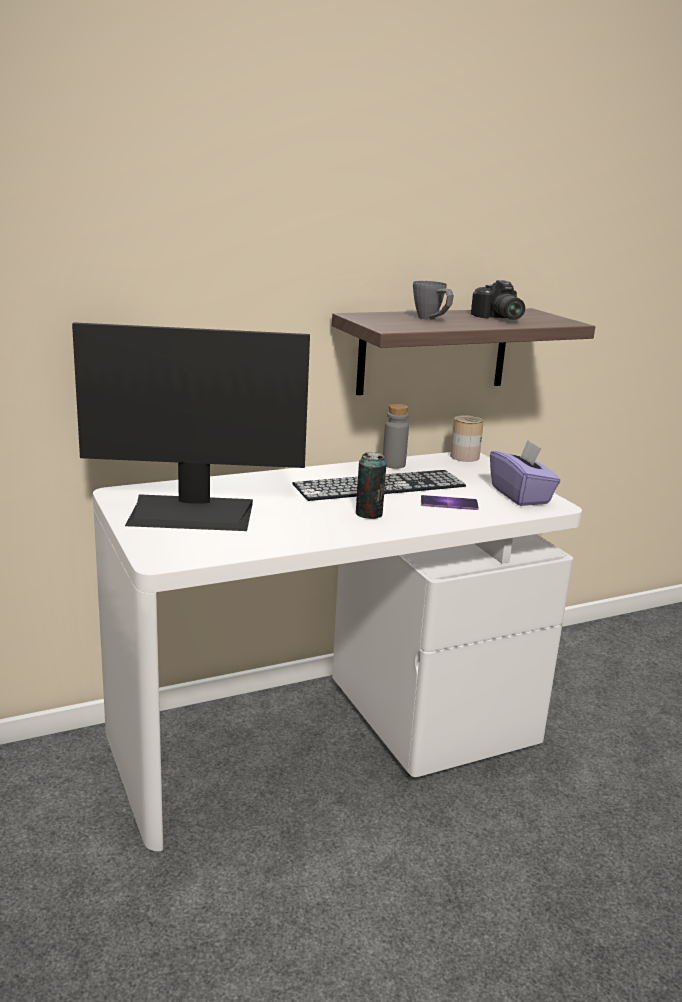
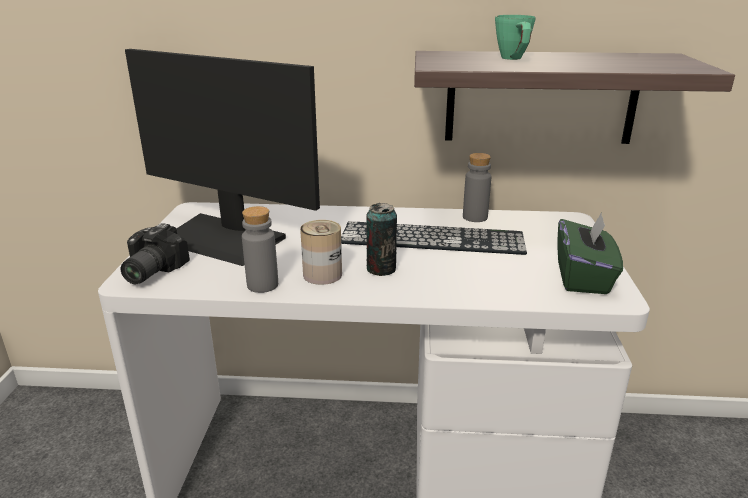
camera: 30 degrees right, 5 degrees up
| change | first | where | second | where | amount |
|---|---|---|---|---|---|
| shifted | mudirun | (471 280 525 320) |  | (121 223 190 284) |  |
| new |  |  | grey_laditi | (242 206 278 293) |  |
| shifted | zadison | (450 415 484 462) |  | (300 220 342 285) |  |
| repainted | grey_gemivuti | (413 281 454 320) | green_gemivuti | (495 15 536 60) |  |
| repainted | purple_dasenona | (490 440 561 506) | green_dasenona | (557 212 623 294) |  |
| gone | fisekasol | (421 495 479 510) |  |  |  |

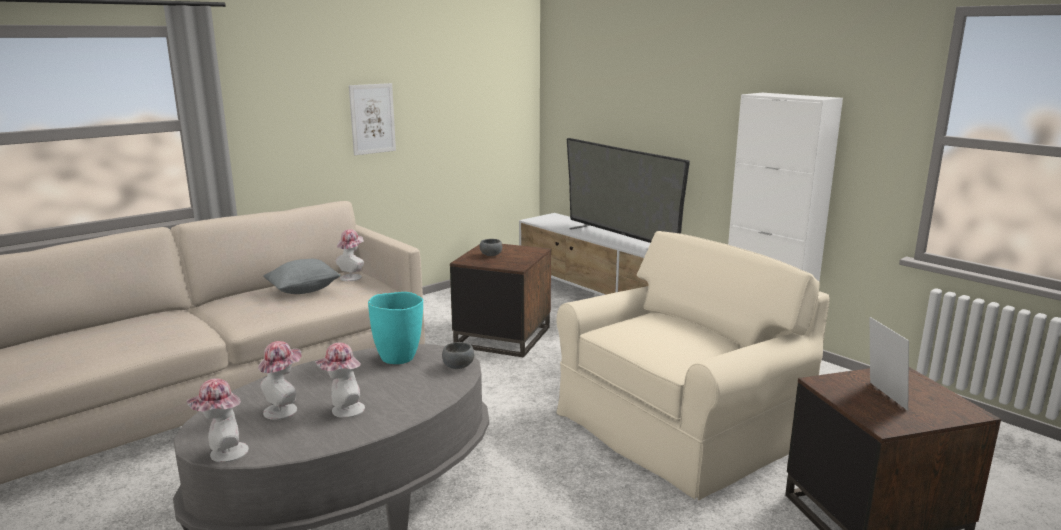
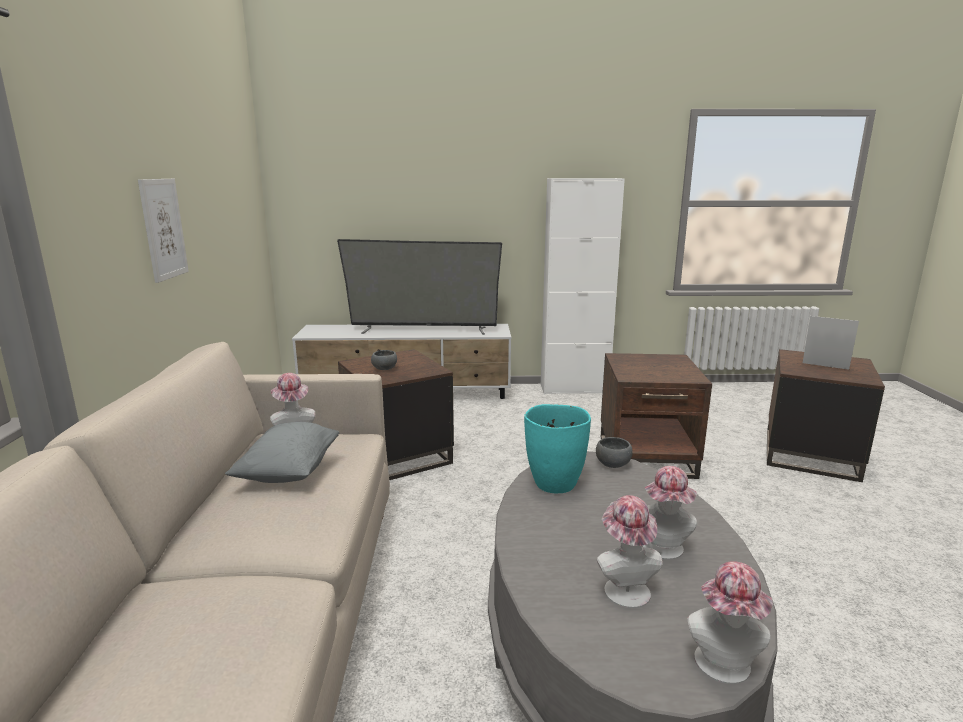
camera: 50 degrees left, 0 degrees up
| change | first | where | second | where | amount |
|---|---|---|---|---|---|
| swapped | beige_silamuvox | (556 231 830 501) | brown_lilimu | (601 353 712 479) |  |

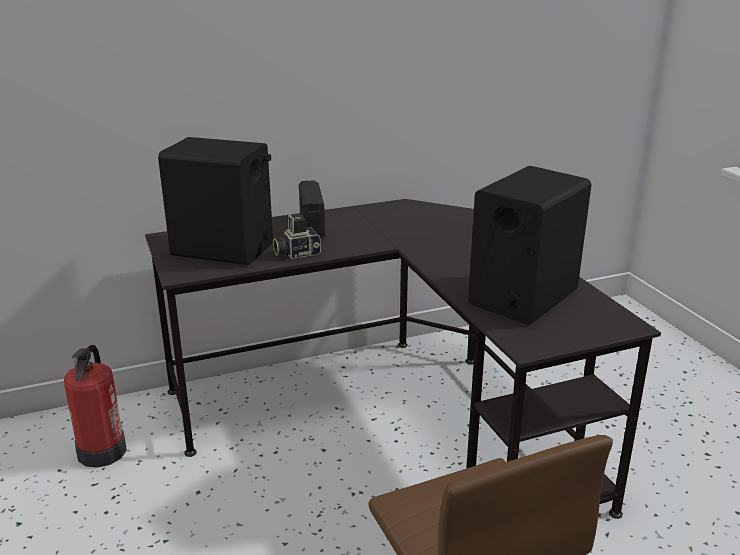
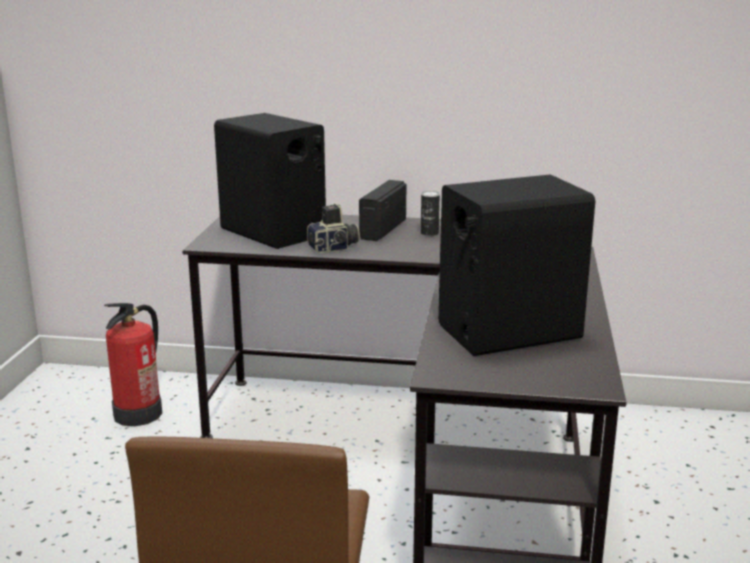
camera: 30 degrees right, 5 degrees down
| change | first | where | second | where | amount |
|---|---|---|---|---|---|
| rotated | mudirun | (273 215 321 259) |  | (307 203 360 253) | 150 degrees clockwise |
| new |  |  | zadison | (421 191 440 236) |  |

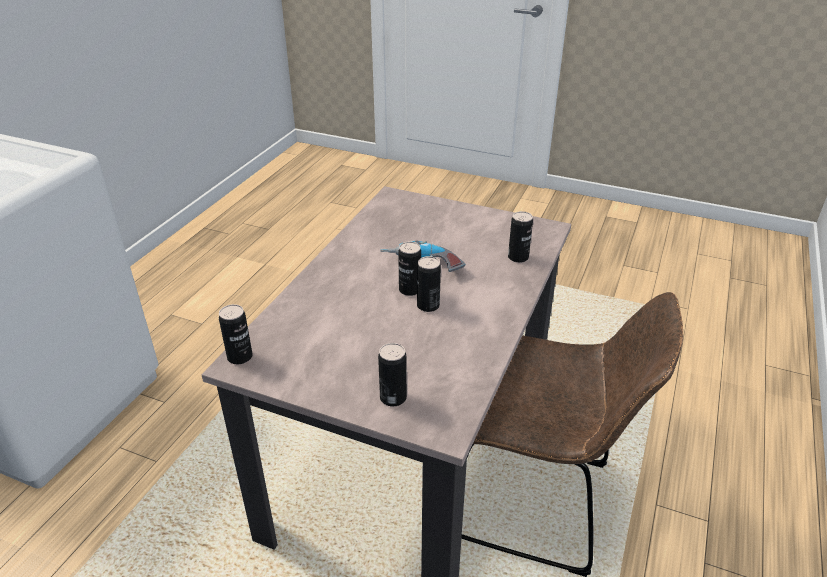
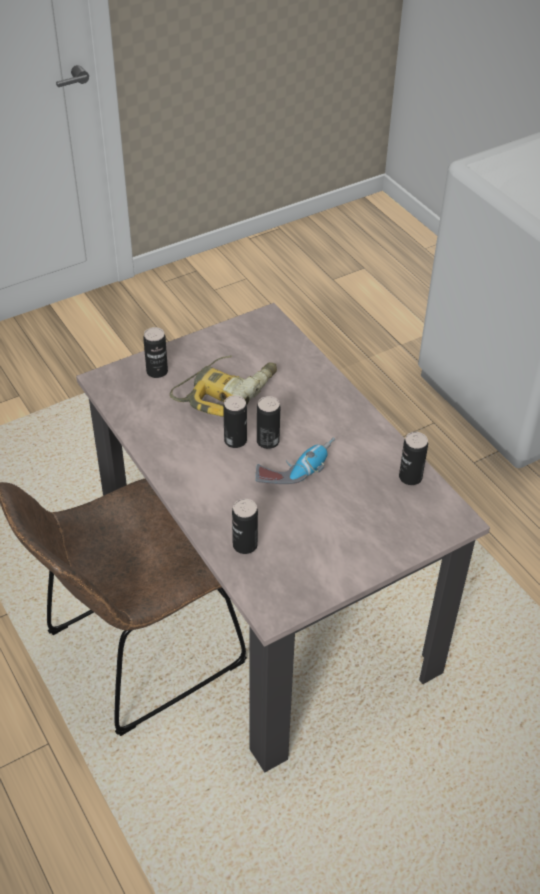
camera: 125 degrees right, 10 degrees up
| change | first | where | second | where | amount |
|---|---|---|---|---|---|
| new |  |  | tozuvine | (170 355 277 417) |  |
| shifted | zadison | (219 304 253 364) |  | (399 432 428 485) |  |

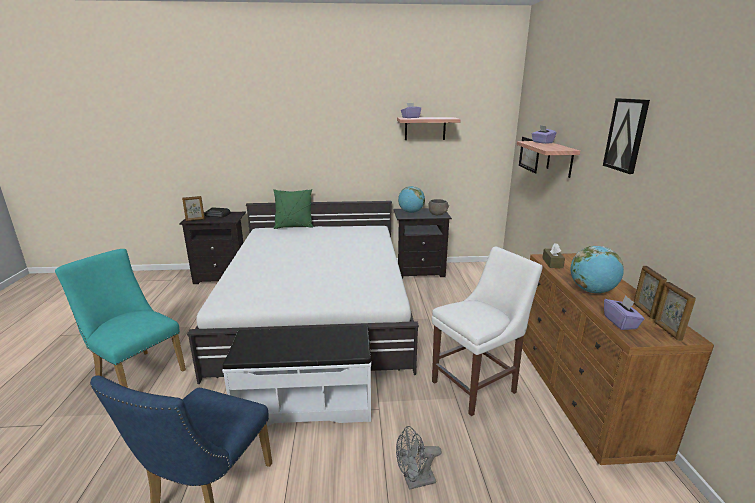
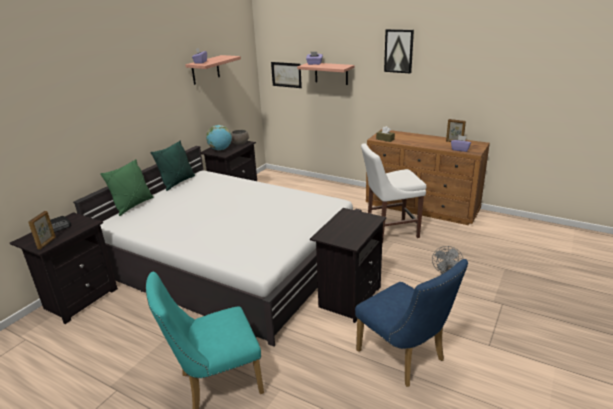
camera: 55 degrees left, 5 degrees up
| change | first | where | second | where | amount |
|---|---|---|---|---|---|
| new |  |  | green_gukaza | (151 141 195 191) |  |
| swapped | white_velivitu | (222 325 371 426) | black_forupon | (310 208 386 323) |  |
| rotated | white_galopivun | (432 246 543 416) |  | (361 143 427 244) | 105 degrees counterclockwise |
| gone | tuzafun | (571 246 624 293) |  |  |  |
| gone | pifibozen | (654 282 696 341) |  |  |  |

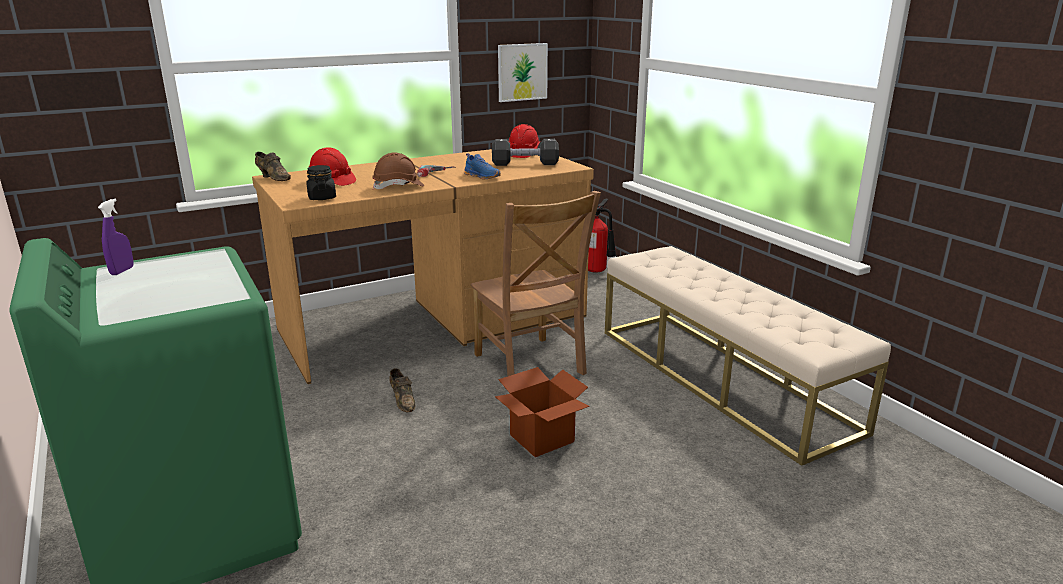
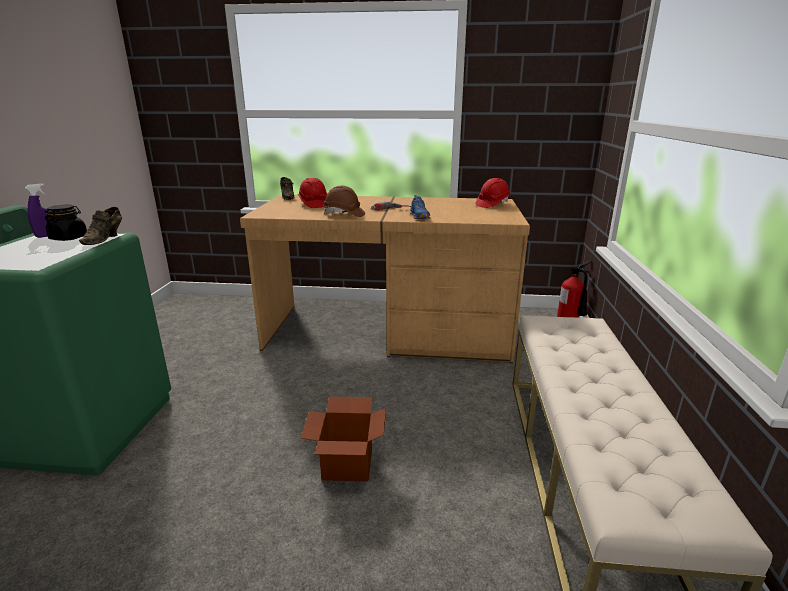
camera: 35 degrees right, 0 degrees up
| change | first | where | second | where | amount |
|---|---|---|---|---|---|
| shifted | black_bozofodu | (306 165 336 200) |  | (45 205 87 241) |  |
| shifted | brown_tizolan | (389 368 415 412) |  | (79 207 122 245) |  |
| gone | brown_galopivun | (470 191 601 377) |  |  |  |
| gone | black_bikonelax | (492 139 559 166) |  |  |  |
| gone | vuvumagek | (498 43 548 102) |  |  |  |

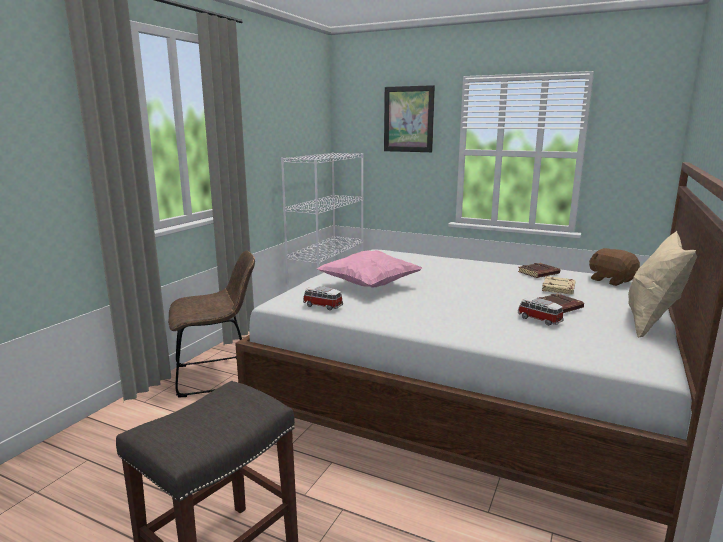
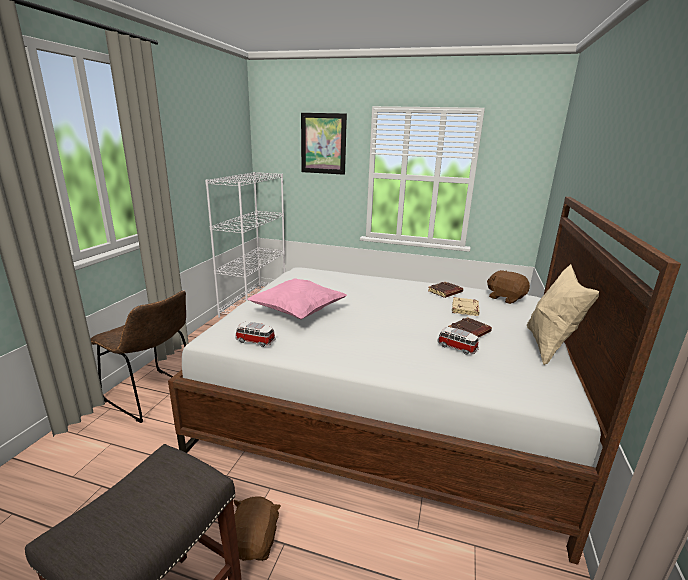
camera: 10 degrees left, 5 degrees up
| change | first | where | second | where | amount |
|---|---|---|---|---|---|
| rotated | brown_galopivun | (168 250 255 397) |  | (91 290 186 423) | 60 degrees clockwise |
| new |  |  | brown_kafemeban | (234 496 281 561) |  |

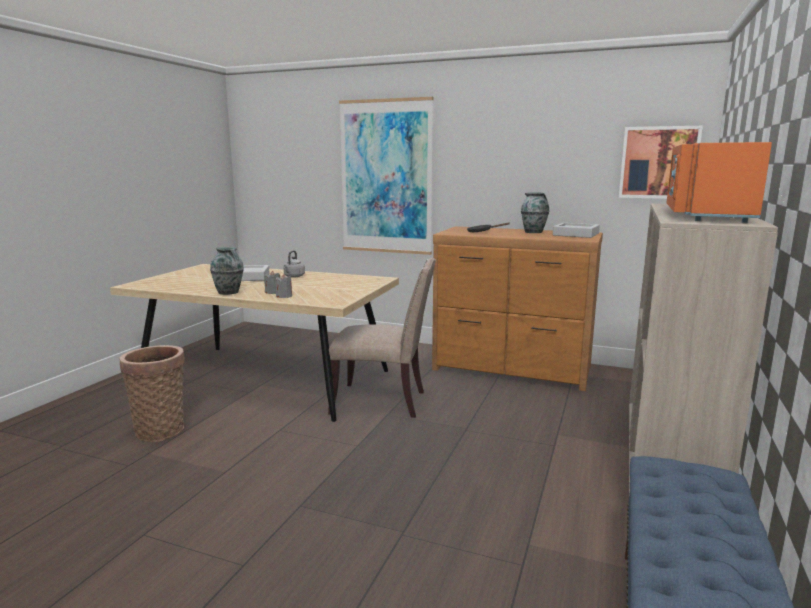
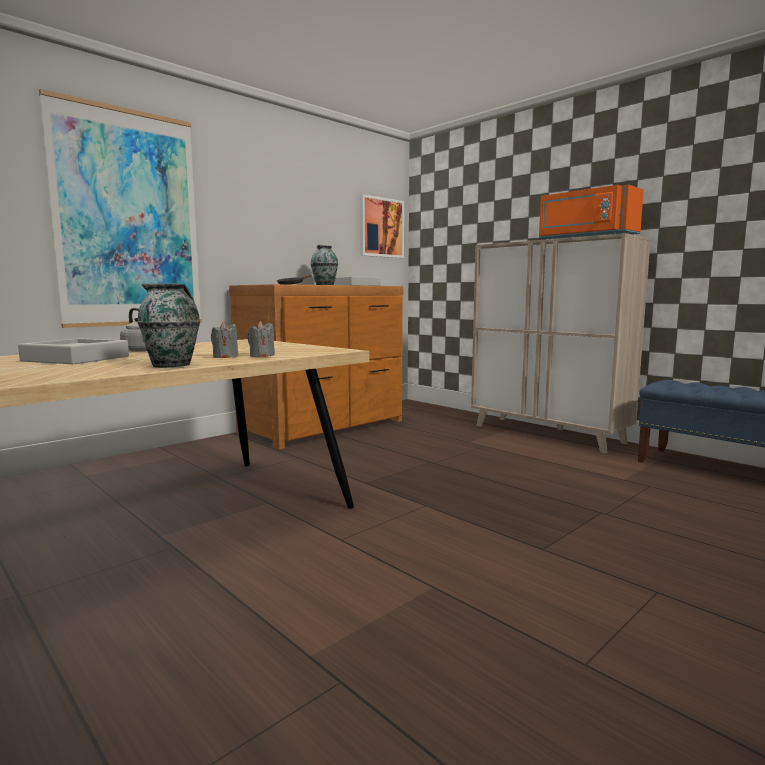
camera: 65 degrees left, 5 degrees down
| change | first | where | second | where | amount |
|---|---|---|---|---|---|
| gone | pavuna | (120 345 185 442) |  |  |  |
| gone | beige_galopivun | (328 258 436 418) |  |  |  |

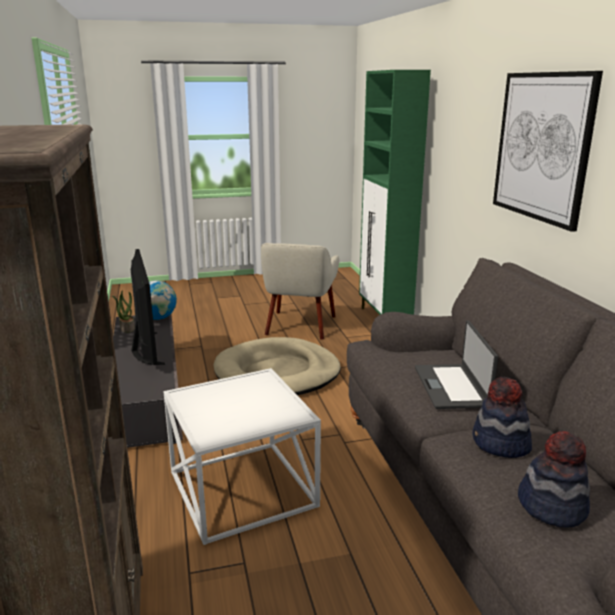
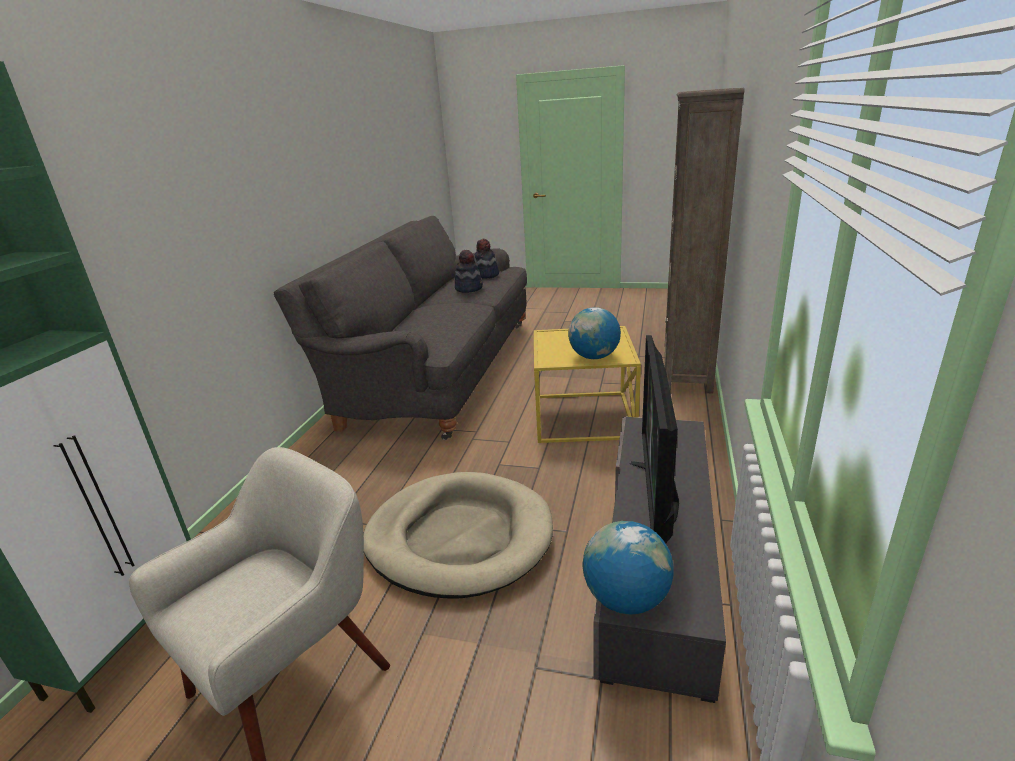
camera: 150 degrees left, 5 degrees up
| change | first | where | second | where | amount |
|---|---|---|---|---|---|
| repainted | white_lilimu | (163 368 321 545) | yellow_lilimu | (534 326 641 443) |  |
| new |  |  | tuzafun | (568 307 621 359) |  |
| gone | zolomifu | (112 290 135 333) |  |  |  |
| gone | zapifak | (415 320 498 409) |  |  |  |
| gone | vuvumagek | (493 71 603 232) |  |  |  |

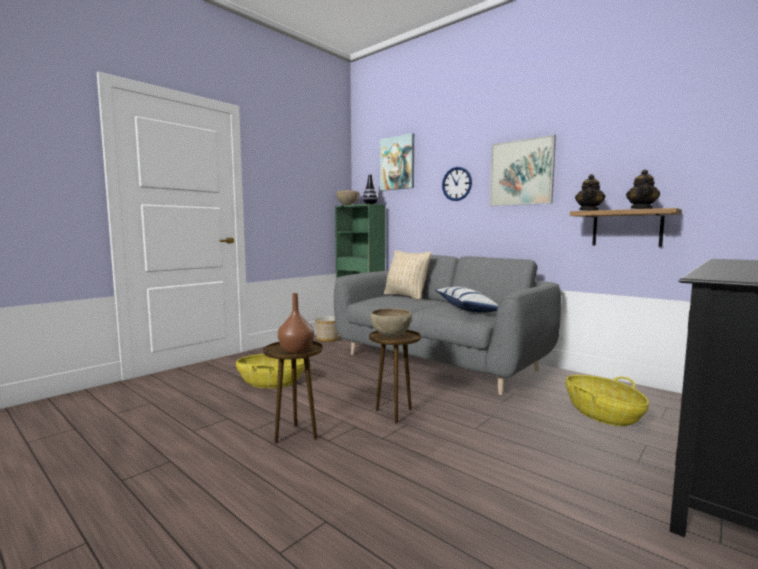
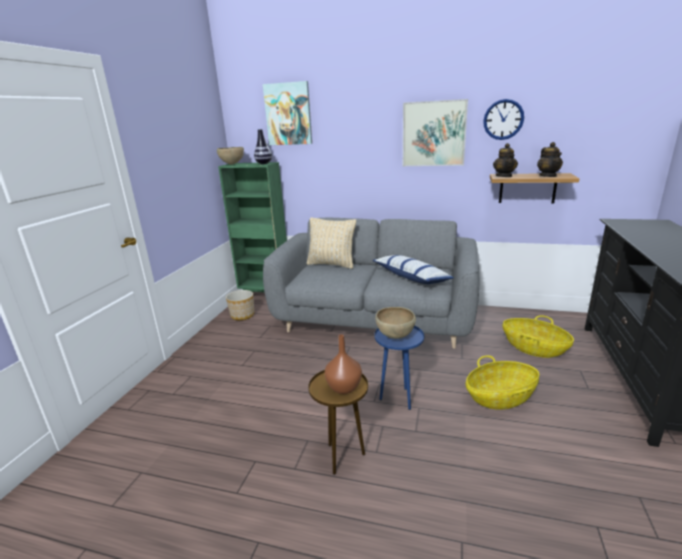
camera: 25 degrees left, 15 degrees up
| change | first | where | second | where | amount |
|---|---|---|---|---|---|
| repainted | brown_lilimu | (369 330 421 424) | blue_lilimu | (374 326 424 410) |  |
| shifted | pavuna | (236 354 305 388) |  | (466 355 539 410) |  |
| shifted | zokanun | (442 167 472 201) |  | (483 99 524 140) |  |

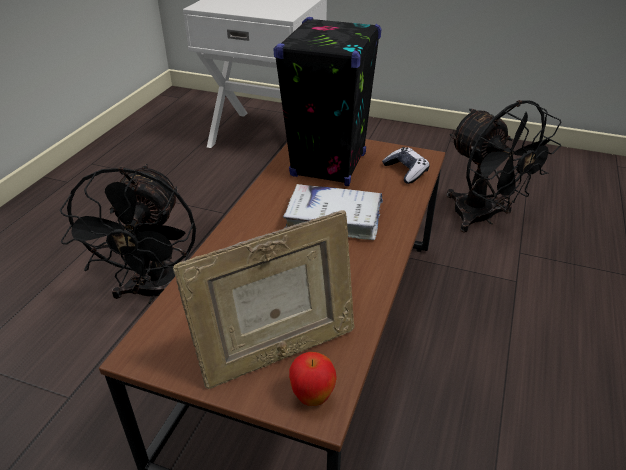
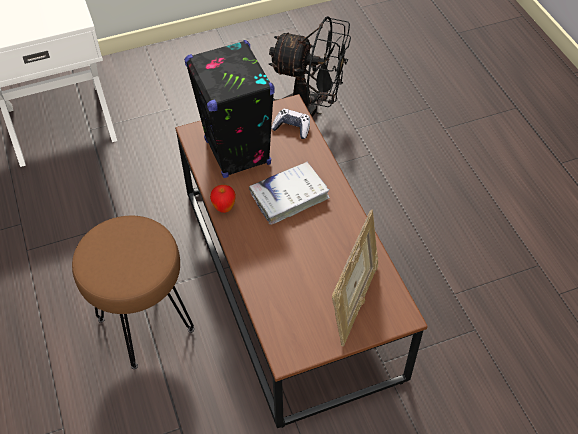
camera: 40 degrees left, 15 degrees up
| change | first | where | second | where | amount |
|---|---|---|---|---|---|
| swapped | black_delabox | (60 164 196 304) | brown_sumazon | (72 216 194 369) |  |
| shifted | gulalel | (289 352 337 406) |  | (210 185 236 213) |  |

